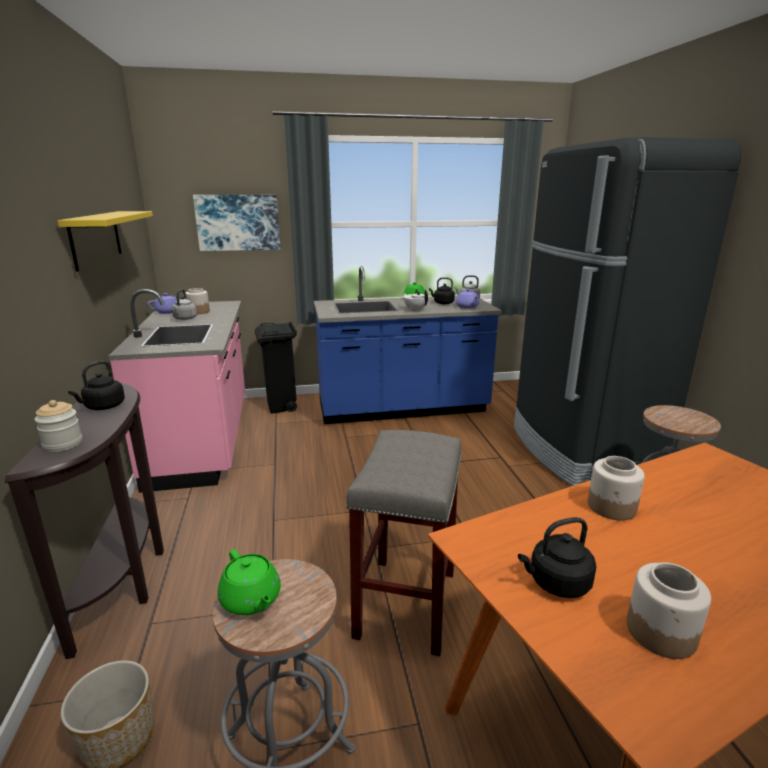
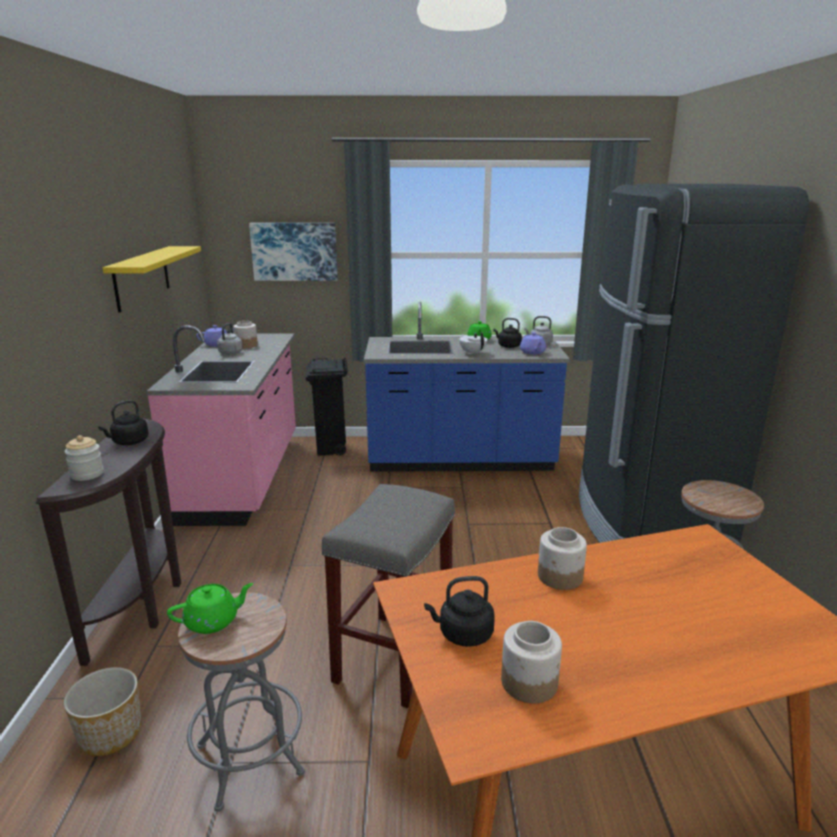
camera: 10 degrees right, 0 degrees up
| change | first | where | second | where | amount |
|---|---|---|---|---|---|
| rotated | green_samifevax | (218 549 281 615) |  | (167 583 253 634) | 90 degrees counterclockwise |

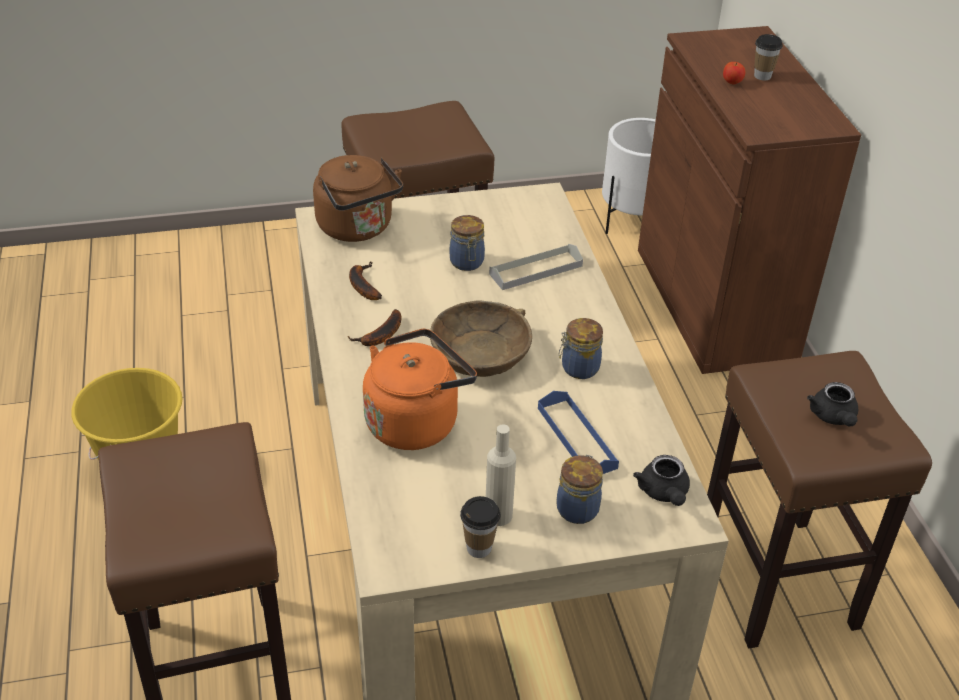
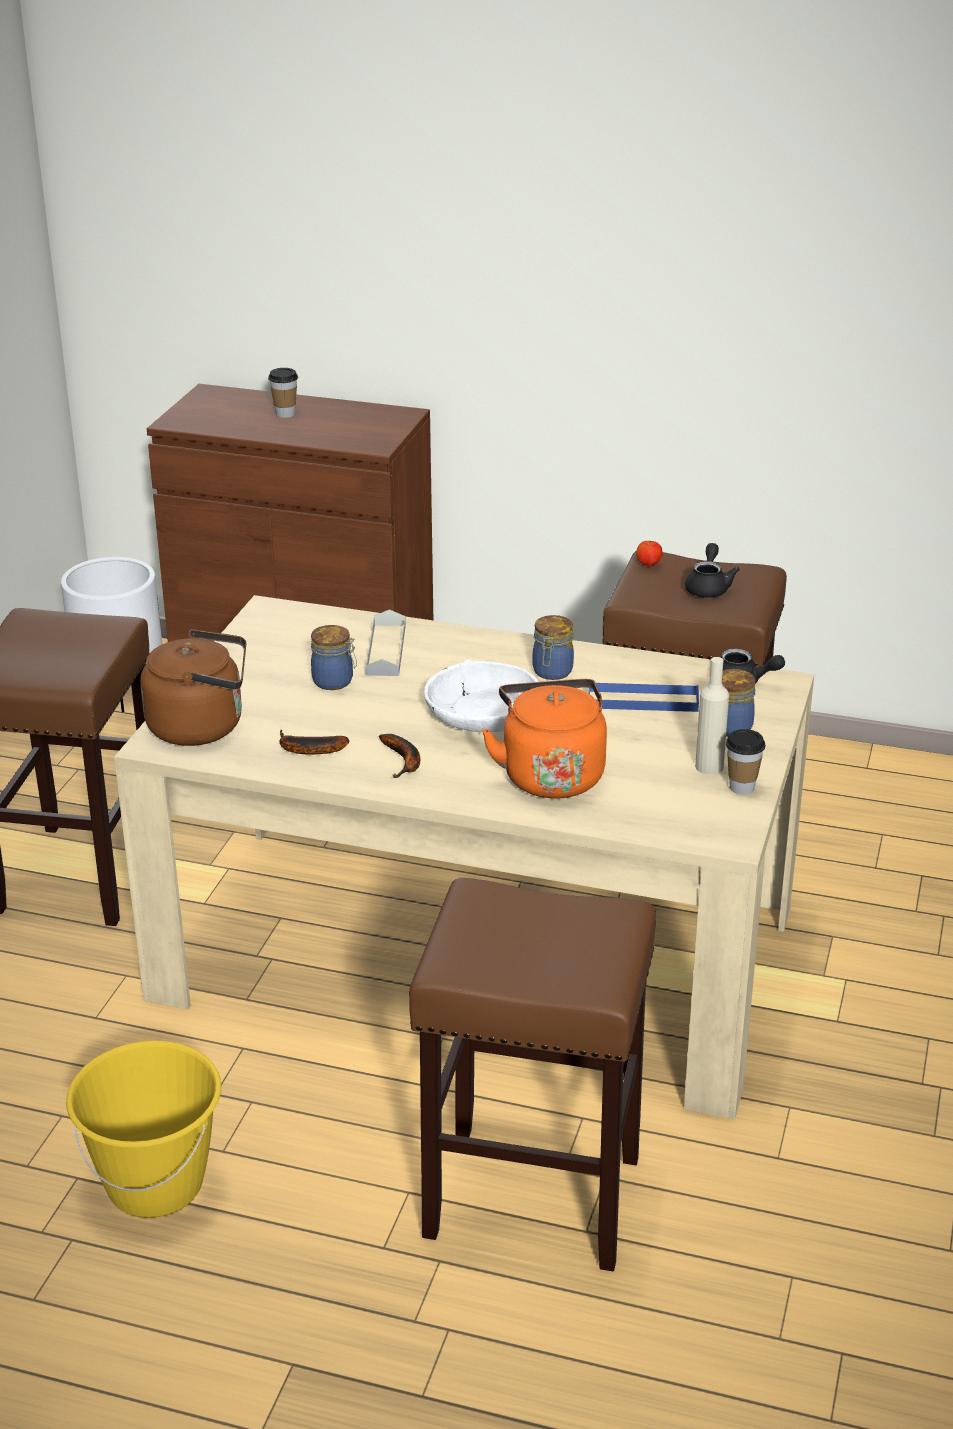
camera: 60 degrees left, 10 degrees down
| change | first | where | second | where | amount |
|---|---|---|---|---|---|
| repainted | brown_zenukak | (430 301 532 377) | white_zenukak | (424 659 538 732) |  |
| shifted | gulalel | (723 62 745 85) |  | (636 540 663 567) |  |
| rotated | black_samifevax | (807 382 858 427) |  | (685 543 740 598) | 105 degrees counterclockwise |

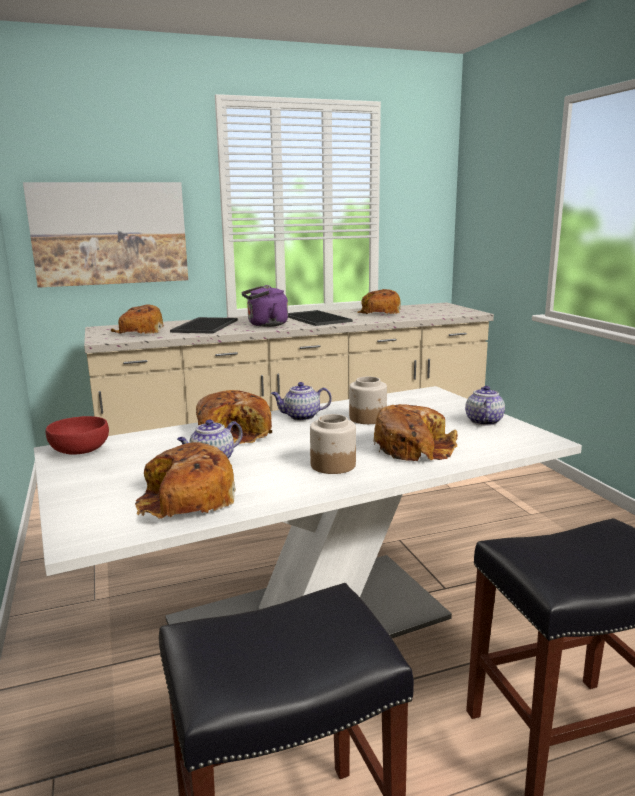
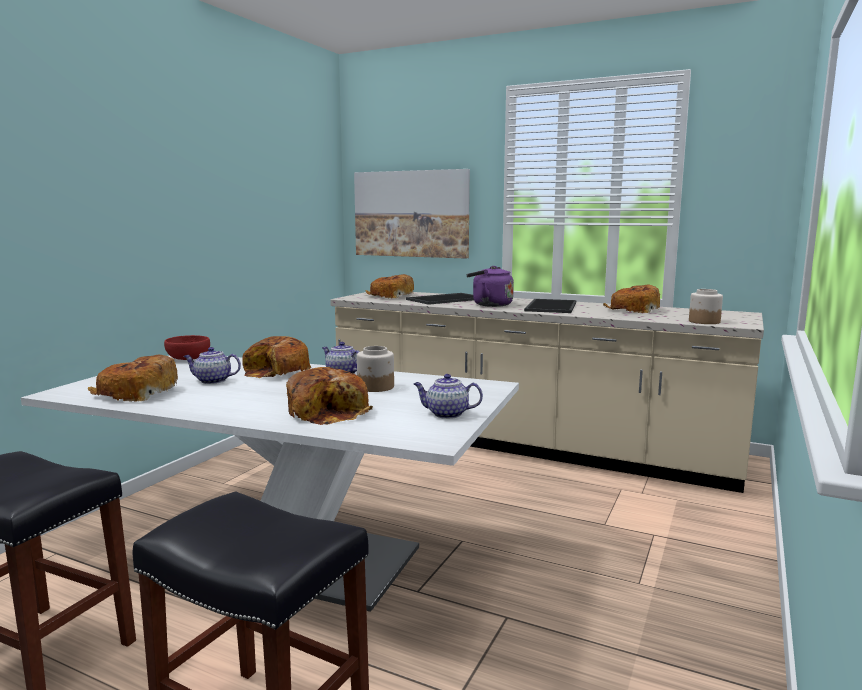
camera: 45 degrees right, 5 degrees down
| change | first | where | second | where | amount |
|---|---|---|---|---|---|
| rotated | samifevax | (465 386 505 426) |  | (413 374 483 419) | 135 degrees counterclockwise |
| shifted | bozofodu | (310 414 356 474) |  | (689 289 723 324) |  |

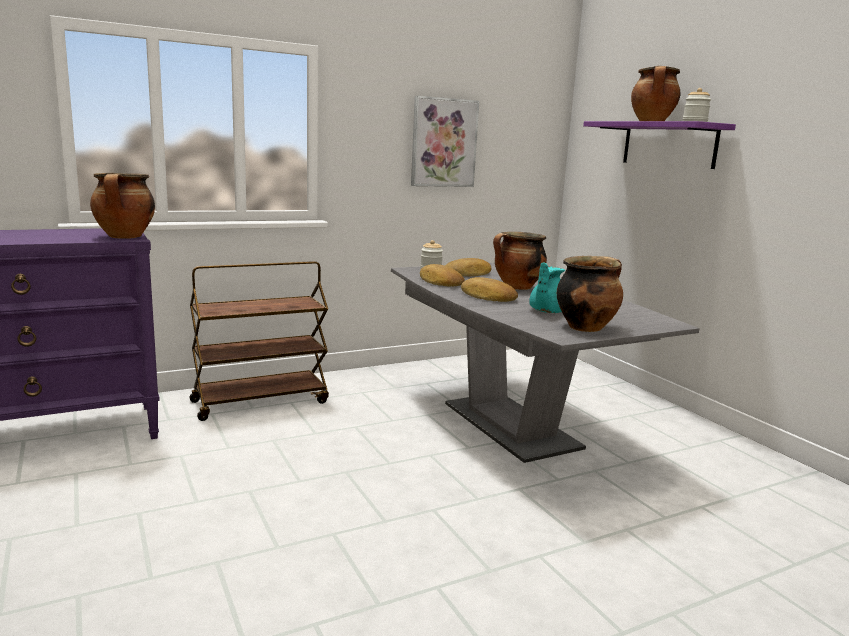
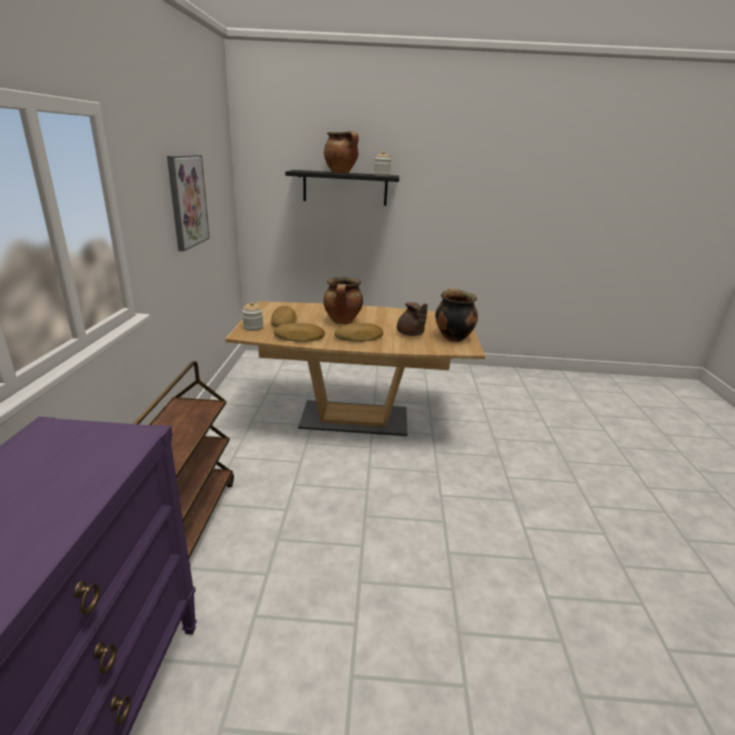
camera: 60 degrees left, 10 degrees up
| change | first | where | second | where | amount |
|---|---|---|---|---|---|
| repainted | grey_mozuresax | (391 263 700 463) | brown_mozuresax | (225 302 485 436) |  |
| repainted | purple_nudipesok | (583 121 736 169) | black_nudipesok | (285 170 399 206) |  |
| repainted | turquoise_samifevax | (529 262 565 313) | brown_samifevax | (397 302 427 336) |  |
| gone | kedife | (90 173 155 239) |  |  |  |

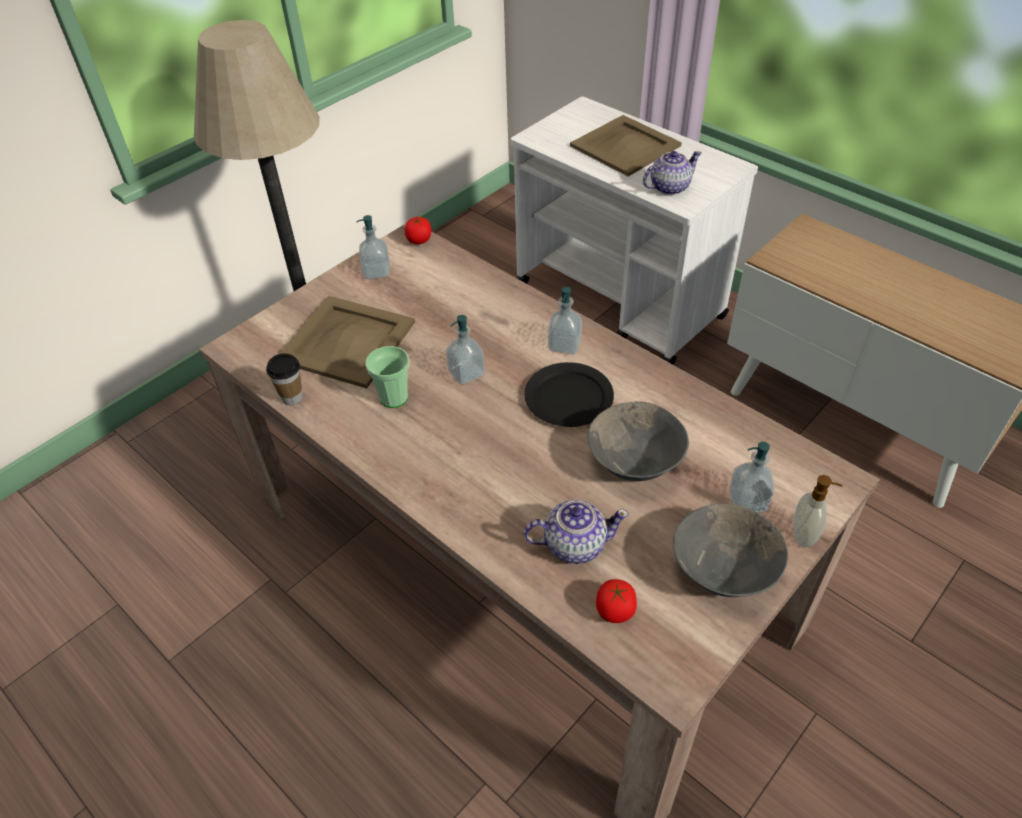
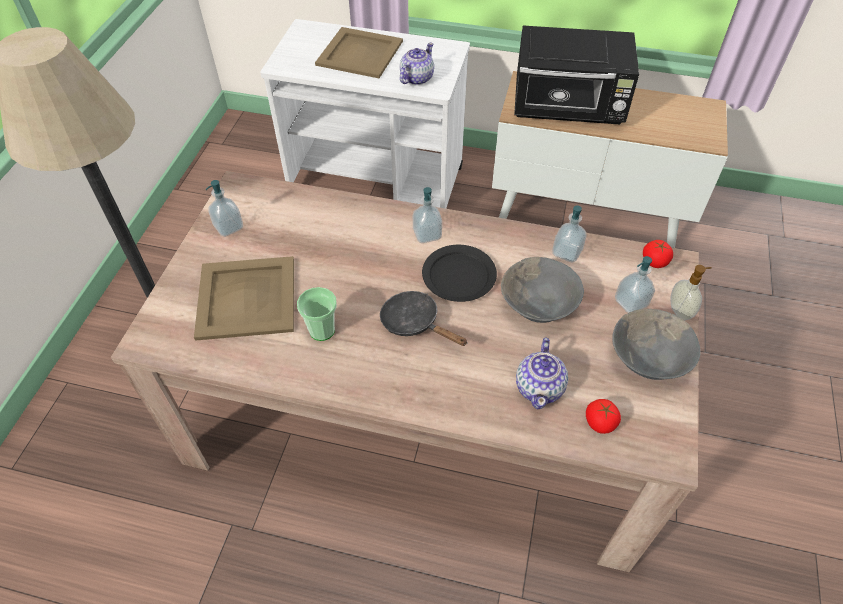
camera: 30 degrees left, 5 degrees up
| change | first | where | second | where | amount |
|---|---|---|---|---|---|
| new |  |  | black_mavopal | (380 291 468 346) |  |
| new |  |  | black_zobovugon | (514 26 639 124) |  |
| rotated | samifevax | (524 500 629 564) |  | (516 338 568 409) | 135 degrees clockwise |
| shifted | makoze | (446 315 485 385) |  | (552 205 586 263) |  |
| shifted | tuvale | (405 217 431 244) |  | (643 240 673 268) |  |
| gone | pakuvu | (266 353 302 405) |  |  |  |

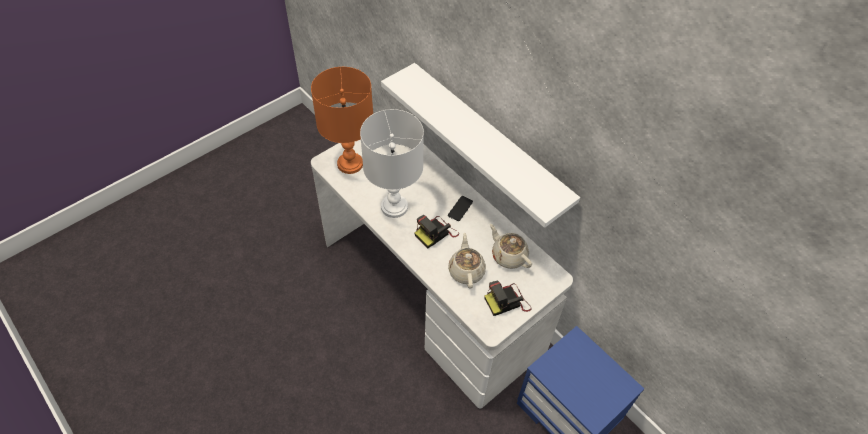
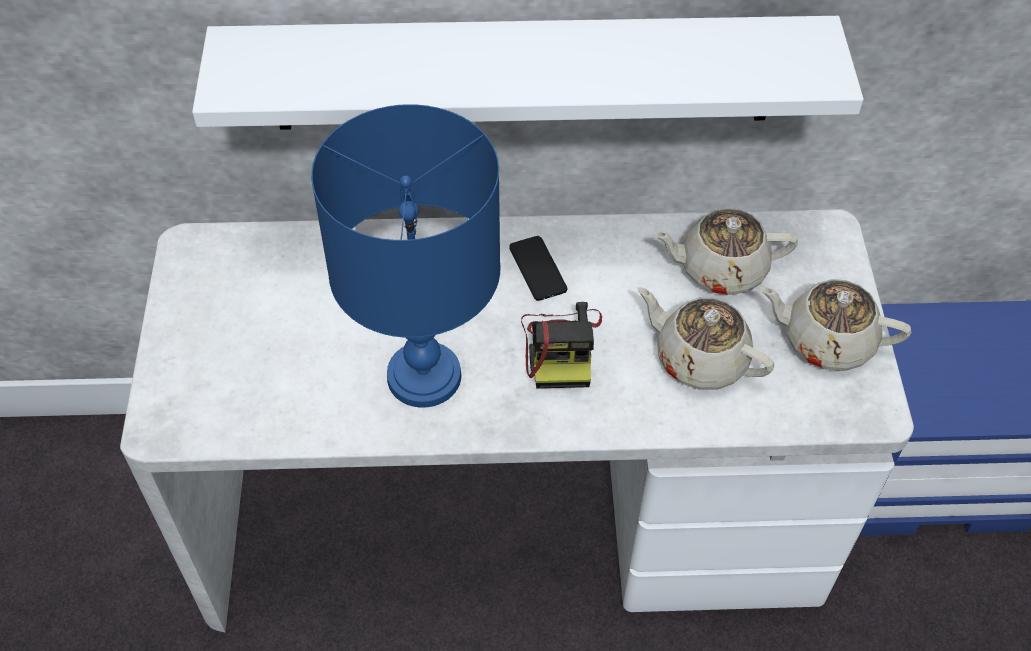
camera: 50 degrees left, 0 degrees up
| change | first | where | second | where | amount |
|---|---|---|---|---|---|
| repainted | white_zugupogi | (360 109 424 218) | blue_zugupogi | (311 104 501 408) |  |
| swapped | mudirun | (484 281 532 316) | beige_samifevax | (759 279 911 371) |  |
| gone | orange_zugupogi | (311 67 373 174) |  |  |  |

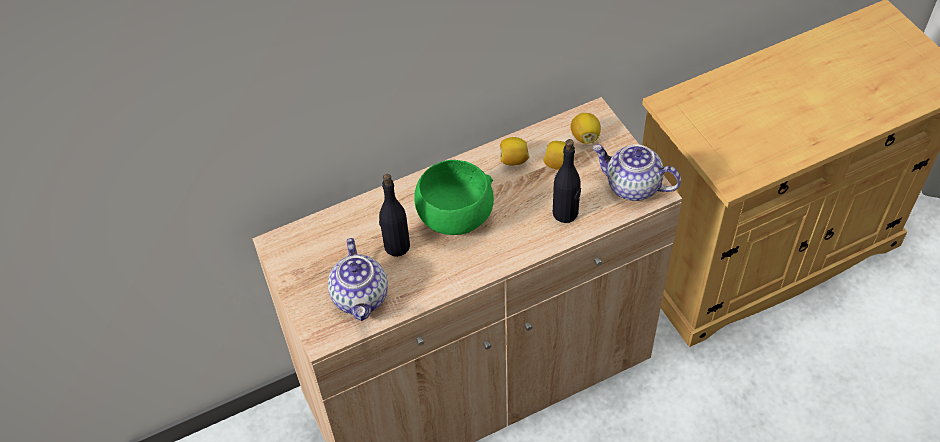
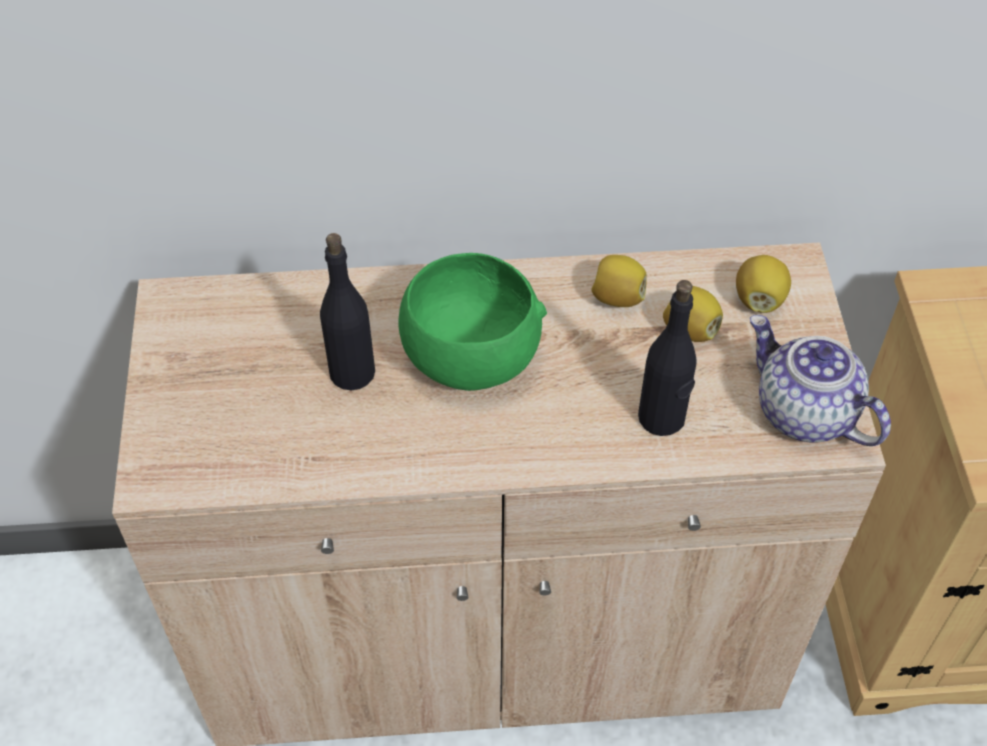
camera: 20 degrees right, 0 degrees up
| change | first | where | second | where | amount |
|---|---|---|---|---|---|
| gone | samifevax | (328 238 388 321) |  |  |  |

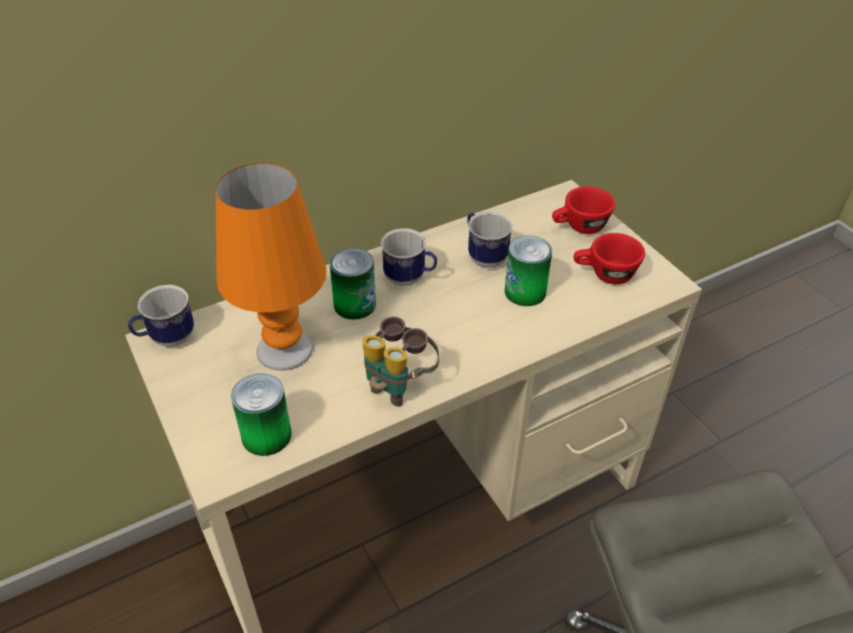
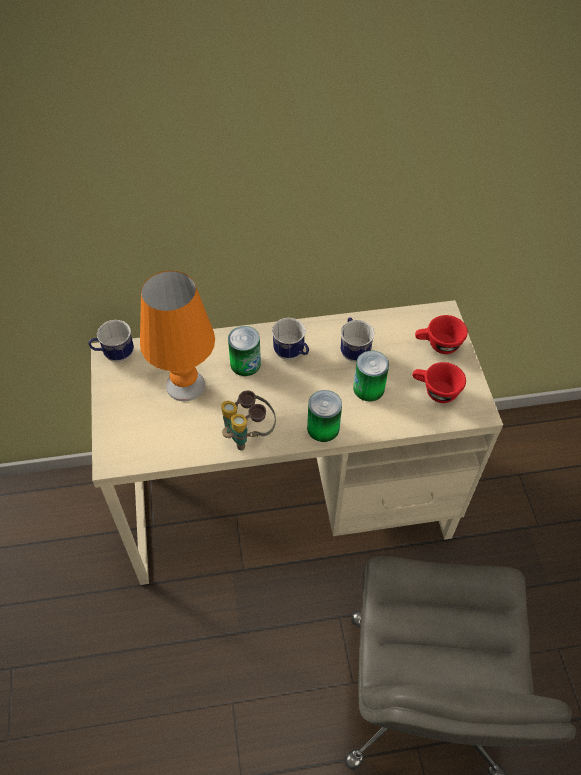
camera: 20 degrees right, 10 degrees up
| change | first | where | second | where | amount |
|---|---|---|---|---|---|
| shifted | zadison | (231 373 292 456) |  | (307 390 342 442) |  |

